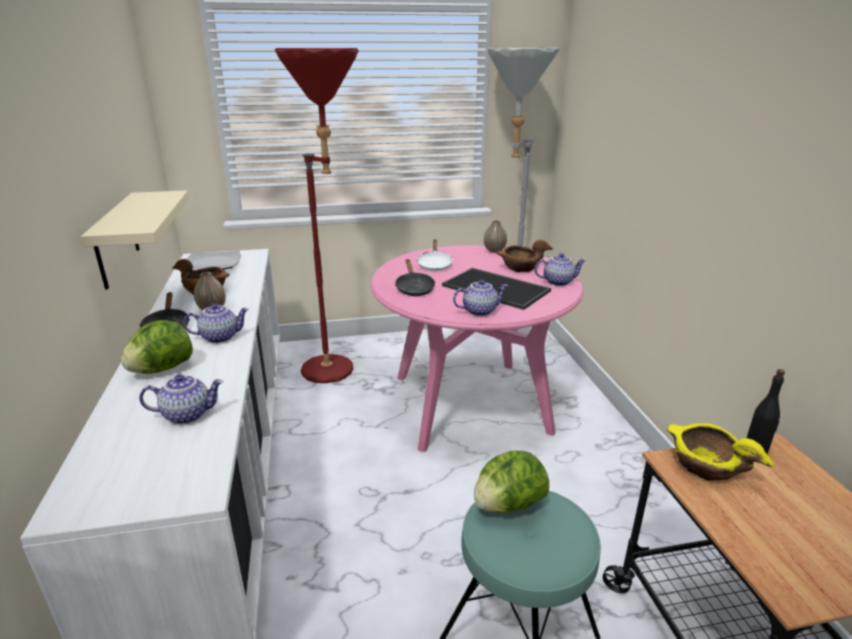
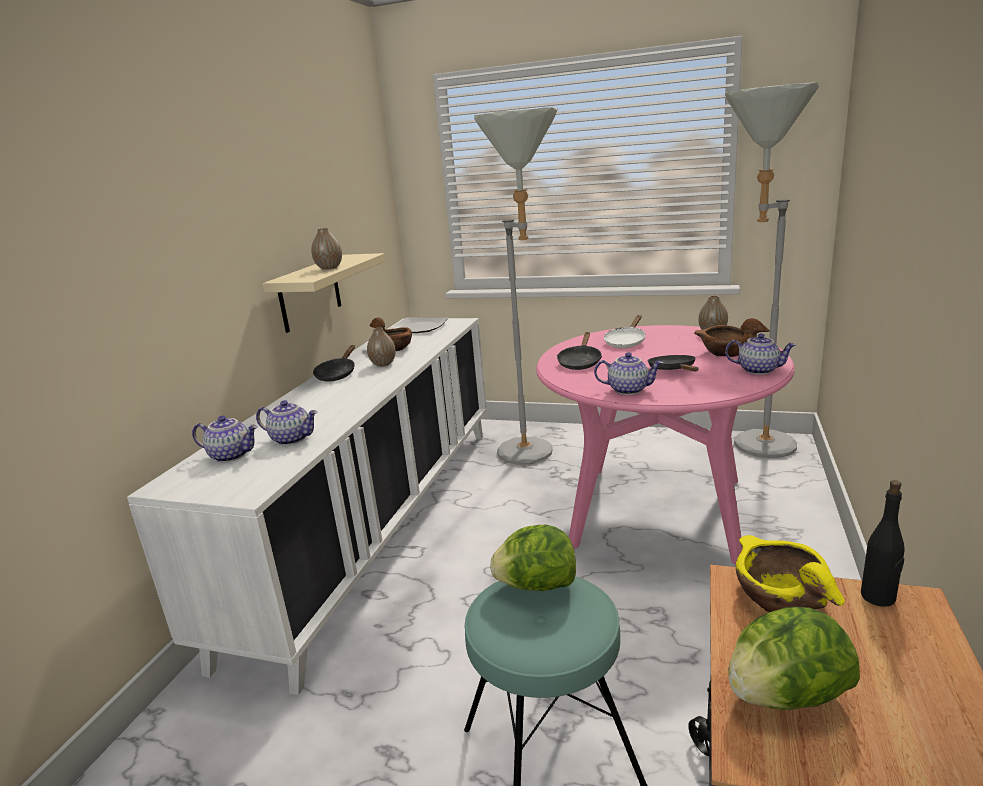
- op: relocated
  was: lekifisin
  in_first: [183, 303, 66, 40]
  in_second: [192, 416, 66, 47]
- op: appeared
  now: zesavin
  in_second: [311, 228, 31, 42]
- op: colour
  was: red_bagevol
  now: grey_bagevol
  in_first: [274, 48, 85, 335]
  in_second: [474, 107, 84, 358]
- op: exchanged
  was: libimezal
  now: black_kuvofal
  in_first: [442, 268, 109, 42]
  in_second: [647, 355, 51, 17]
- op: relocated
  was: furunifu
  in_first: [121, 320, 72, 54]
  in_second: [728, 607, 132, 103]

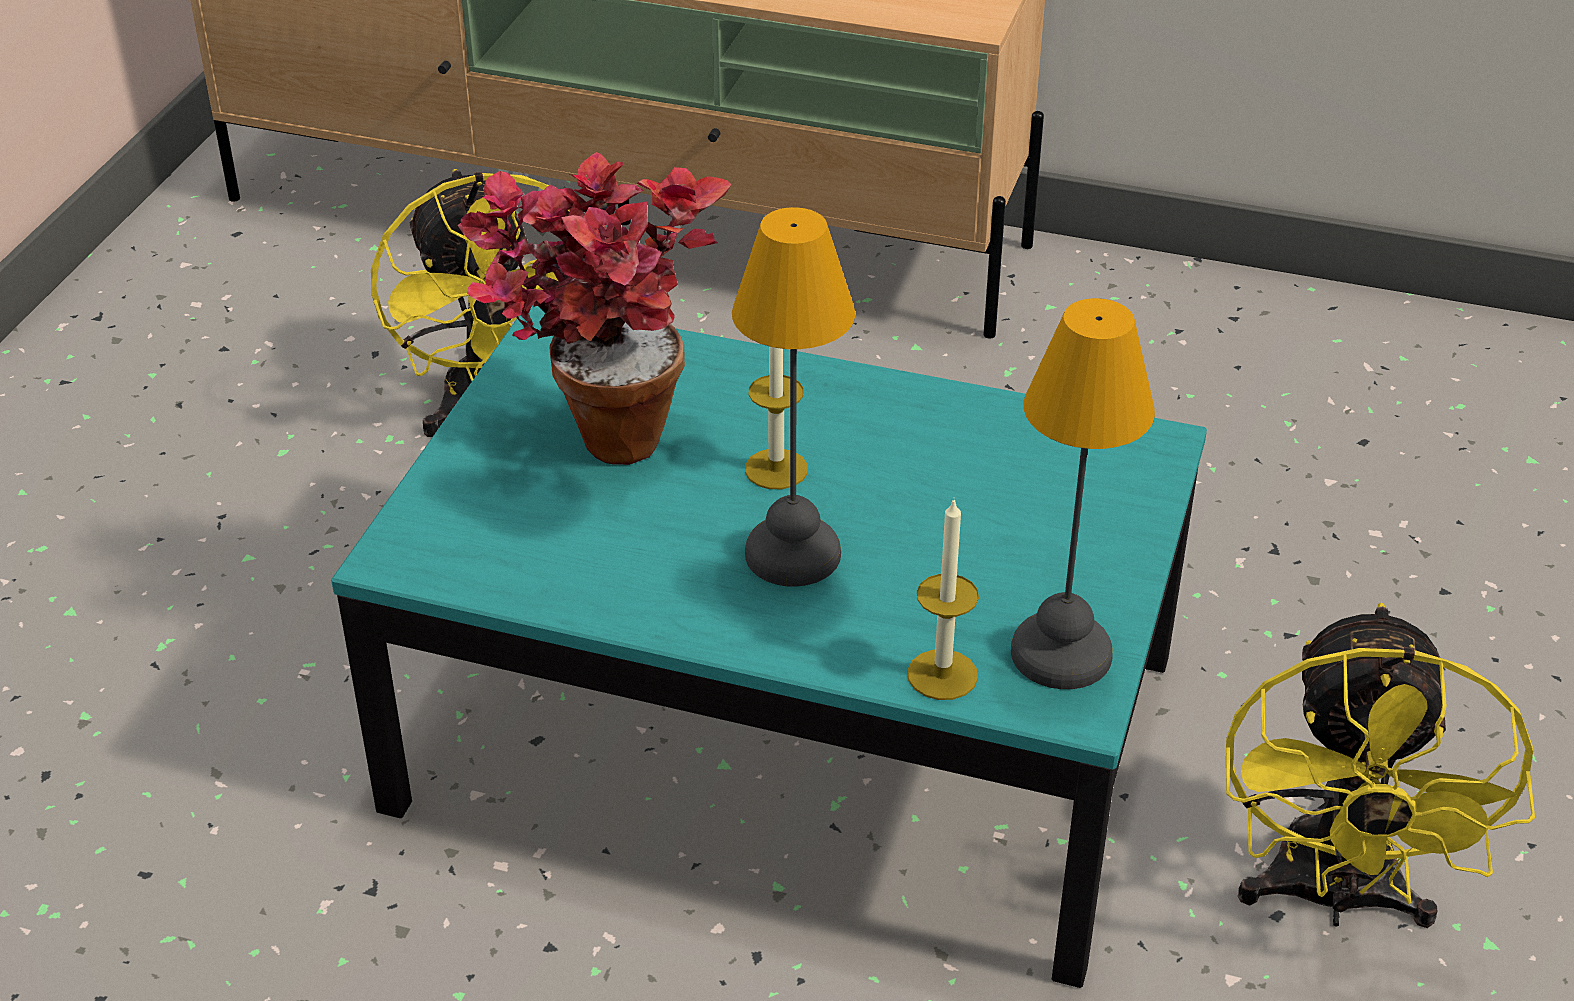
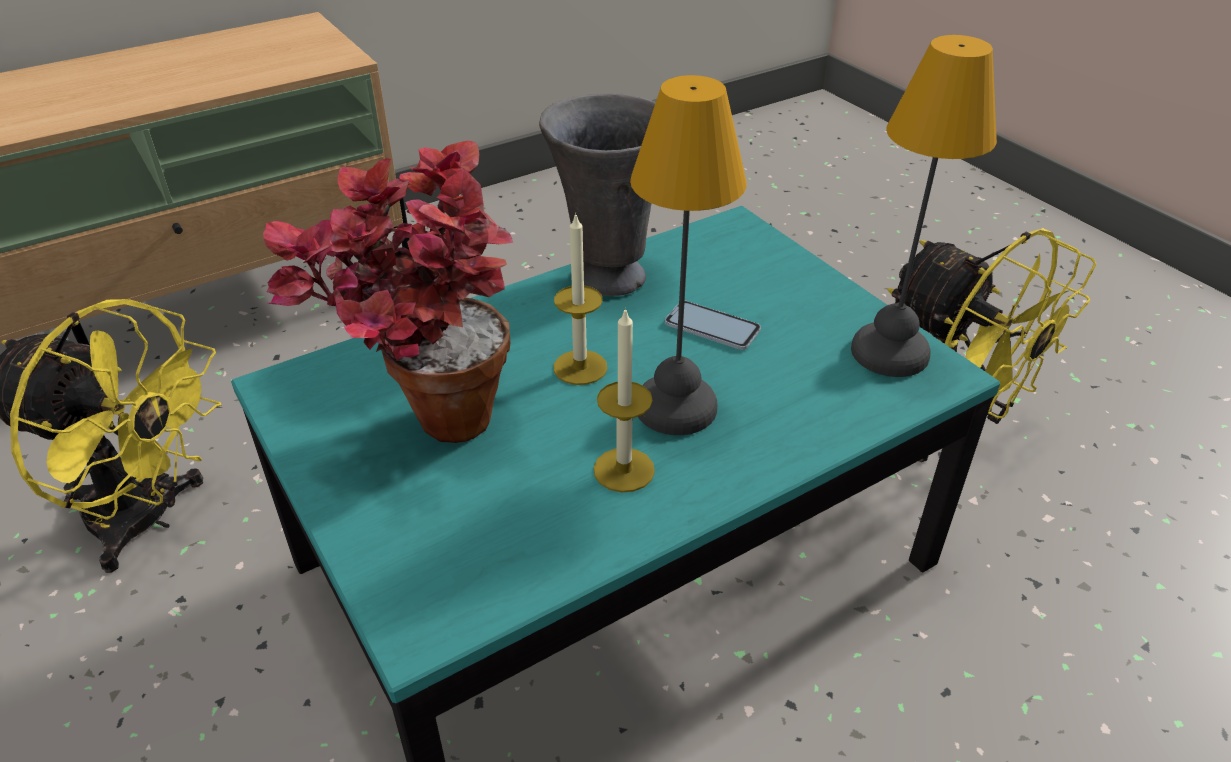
- op: appeared
  now: grey_zesavin
  in_second: [539, 93, 117, 203]
- op: relocated
  was: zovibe
  in_first: [907, 497, 72, 203]
  in_second: [593, 307, 62, 185]
- op: appeared
  now: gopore
  in_second: [665, 301, 96, 49]

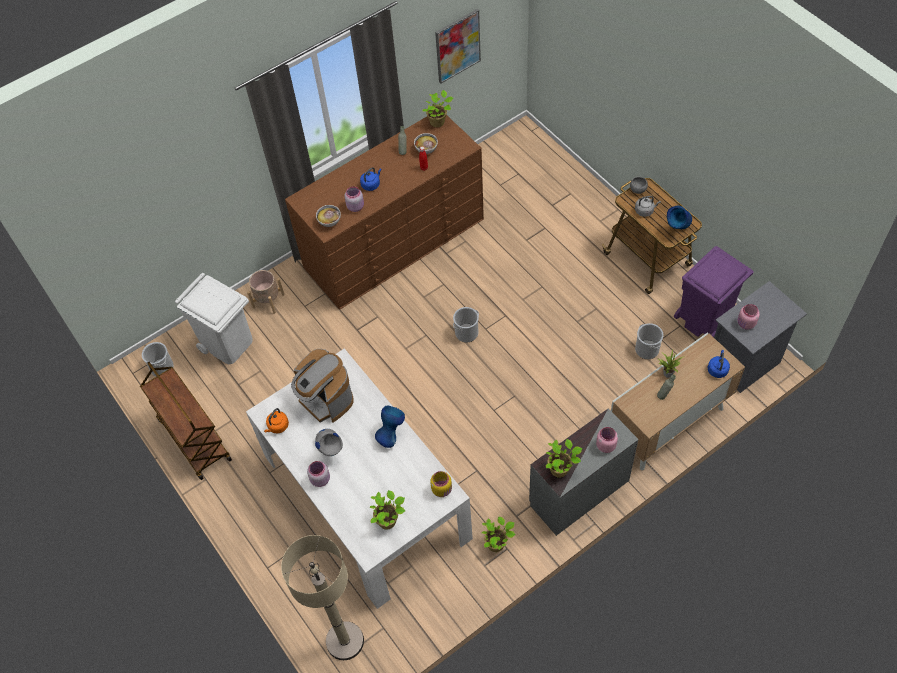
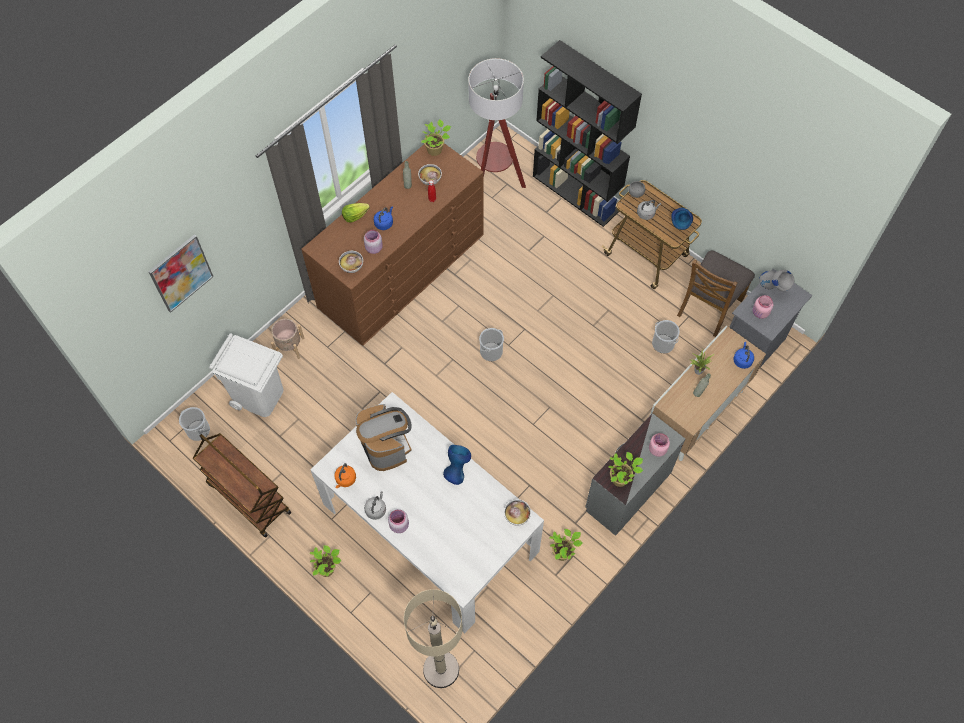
- op: relocated
  was: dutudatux
  in_first: [435, 9, 46, 75]
  in_second: [148, 234, 66, 79]
- op: relocated
  was: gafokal
  in_first: [370, 490, 35, 40]
  in_second: [309, 545, 33, 32]
- op: appeared
  now: furunifu
  in_second: [342, 203, 28, 20]
- op: spun
  was: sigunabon
  in_first: [291, 349, 63, 74]
  in_second: [355, 404, 57, 67]
  clockwise: -150
- op: appeared
  now: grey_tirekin
  in_second: [364, 491, 22, 29]
- op: appeared
  now: bagevol
  in_second: [468, 58, 58, 130]
- op: exchanged
  was: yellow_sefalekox
  now: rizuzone
  in_first: [430, 471, 22, 26]
  in_second: [504, 499, 27, 27]
- op: appeared
  now: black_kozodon
  in_second: [533, 40, 109, 187]
- op: exchanged
  was: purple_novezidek
  now: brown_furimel
  in_first: [674, 246, 80, 91]
  in_second: [677, 251, 78, 86]
- op: relocated
  was: grey_zesavin
  in_first: [315, 429, 28, 27]
  in_second: [759, 270, 35, 21]

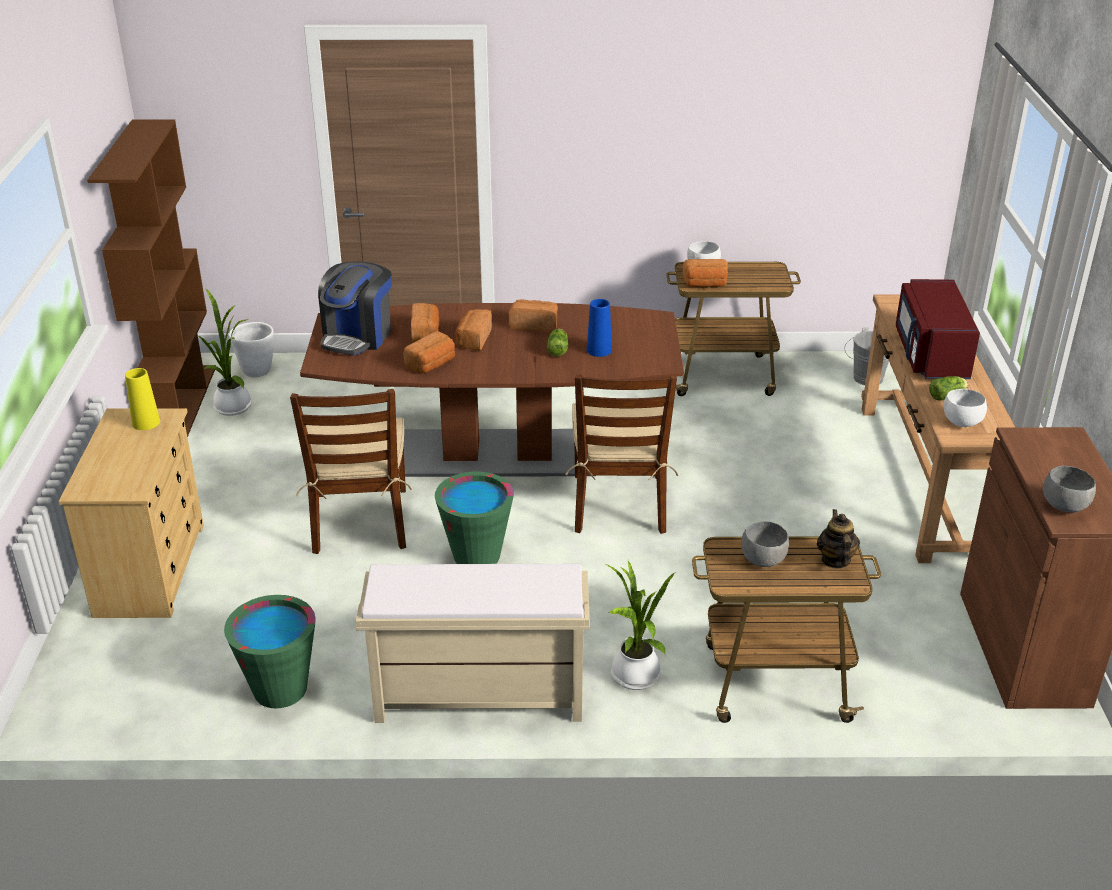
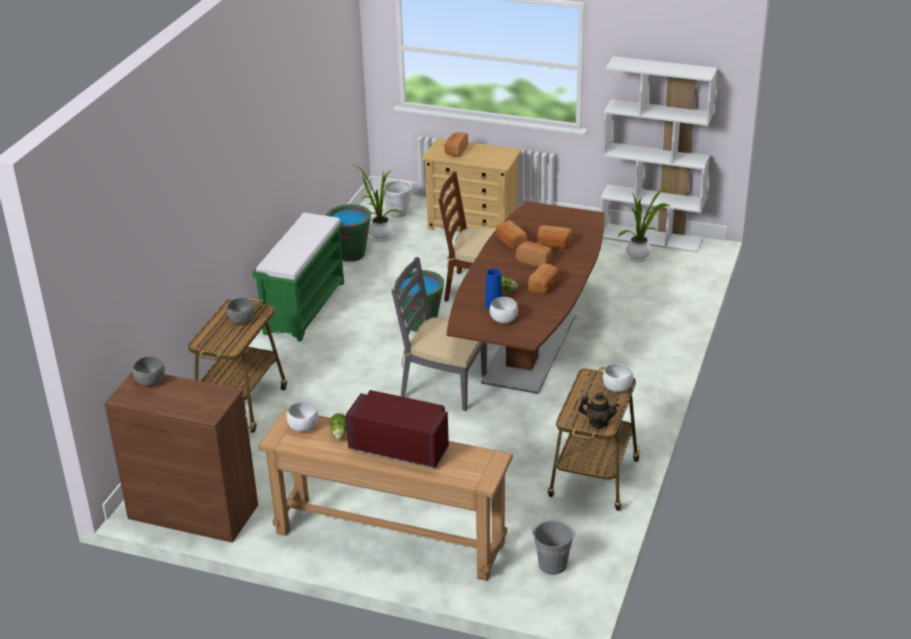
- op: colour
  was: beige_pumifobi
  now: green_pumifobi
  in_first: [356, 564, 234, 159]
  in_second: [252, 213, 92, 129]
- op: relocated
  was: gafokal
  in_first: [605, 561, 71, 129]
  in_second: [351, 164, 51, 77]
- op: relocated
  was: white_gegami
  in_first: [229, 322, 45, 56]
  in_second: [384, 180, 28, 38]
- op: colour
  was: brown_furimel
  now: grey_furimel
  in_first: [565, 374, 114, 160]
  in_second: [392, 257, 95, 154]
- op: relocated
  was: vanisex
  in_first: [683, 259, 45, 28]
  in_second: [444, 132, 24, 25]
- op: appeared
  now: white_rizuzone
  in_second: [490, 297, 28, 27]
- op: relocated
  was: lekifisin
  in_first: [817, 509, 43, 59]
  in_second: [578, 393, 42, 35]
- op: colour
  was: brown_kozodon
  now: white_kozodon
  in_first: [87, 119, 129, 318]
  in_second: [600, 56, 117, 197]
- op: missing
  was: yellow_zesavin
  in_first: [125, 368, 35, 62]
- op: missing
  was: sigunabon
  in_first: [318, 262, 74, 93]

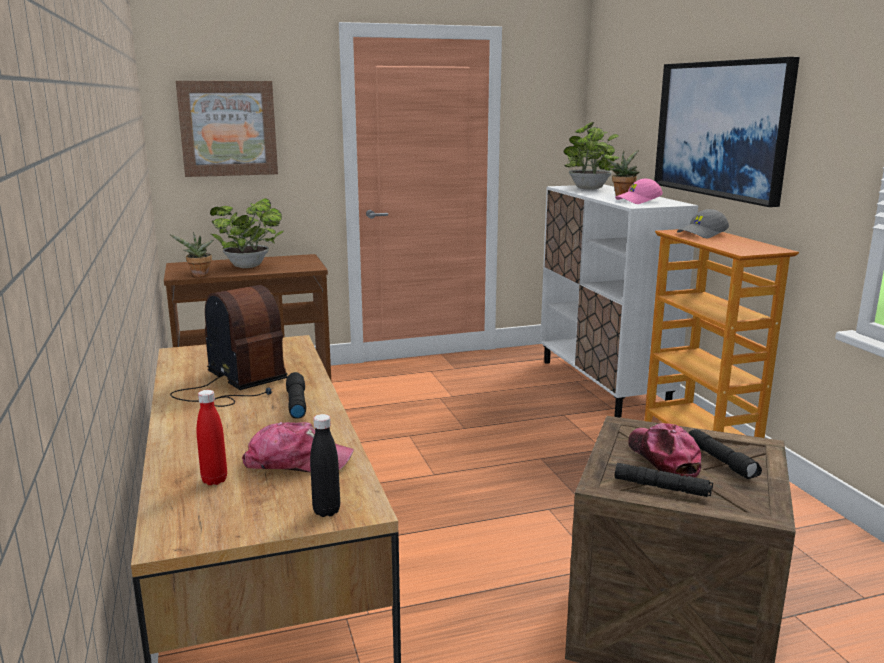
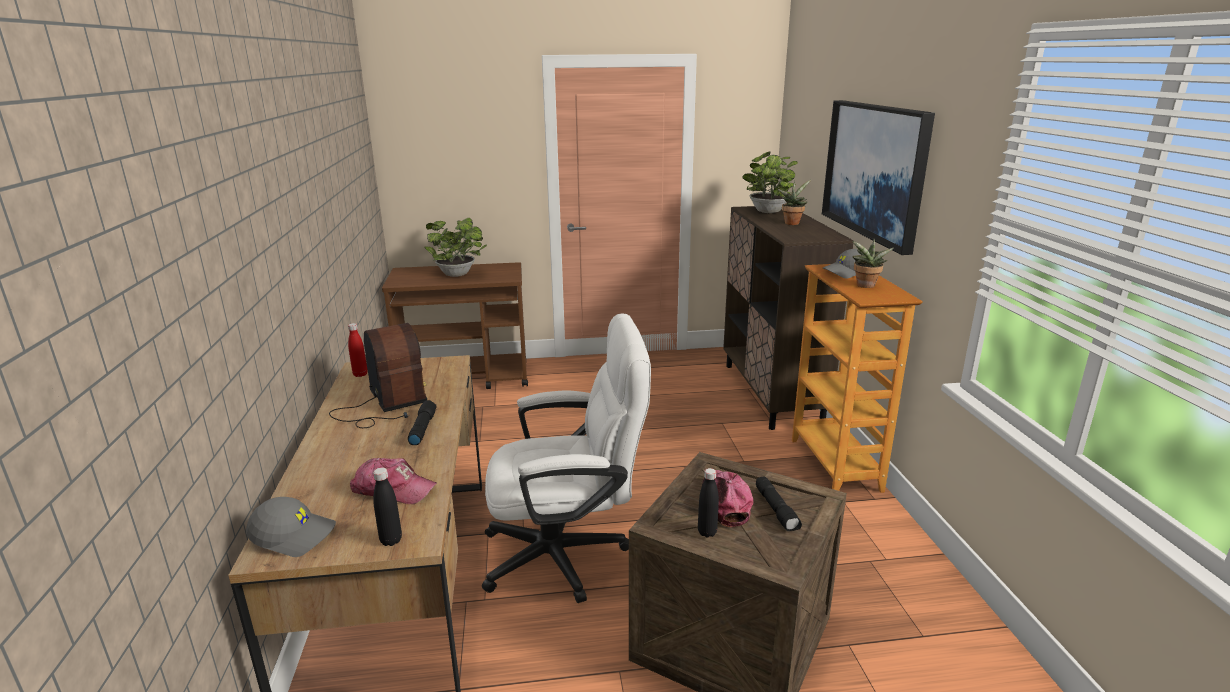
- op: appeared
  now: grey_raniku
  in_second: [246, 497, 90, 60]
- op: relocated
  was: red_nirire
  in_first: [197, 390, 30, 95]
  in_second: [348, 323, 19, 54]
- op: appeared
  now: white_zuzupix
  in_second: [482, 313, 169, 290]
- op: exchanged
  was: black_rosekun
  now: black_nirire
  in_first: [615, 463, 98, 34]
  in_second: [698, 468, 21, 70]
- op: colour
  was: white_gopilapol
  now: brown_gopilapol
  in_first: [540, 185, 158, 233]
  in_second: [723, 206, 131, 224]
- op: relocated
  was: gafokal
  in_first: [169, 232, 45, 45]
  in_second: [852, 238, 42, 50]
- op: missing
  was: dutudatux
  in_first: [176, 81, 102, 96]
- op: missing
  was: pink_raniku
  in_first: [615, 179, 48, 25]

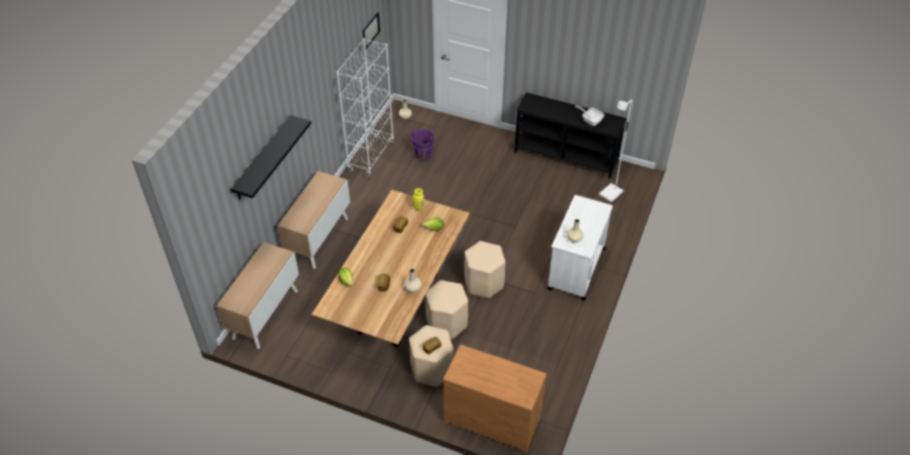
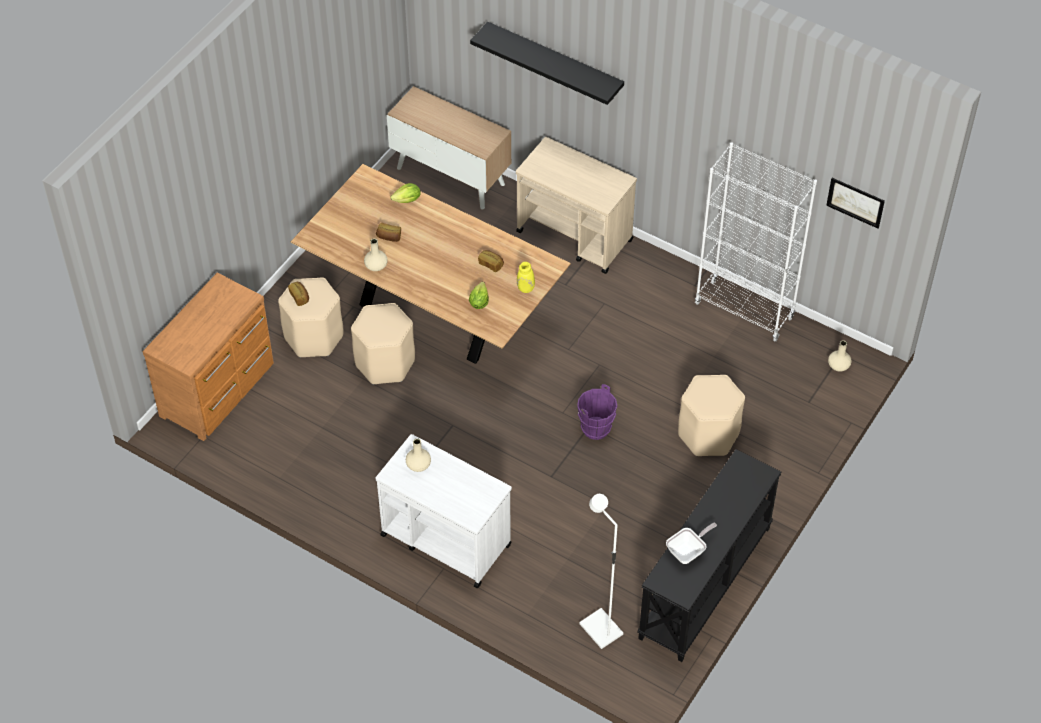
- op: exchanged
  was: gopilapol
  now: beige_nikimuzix
  in_first: [278, 171, 72, 98]
  in_second: [516, 137, 121, 137]
- op: relocated
  was: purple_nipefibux
  in_first: [411, 129, 24, 31]
  in_second: [577, 384, 40, 56]
- op: relocated
  was: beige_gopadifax
  in_first: [464, 241, 42, 57]
  in_second: [678, 375, 67, 81]

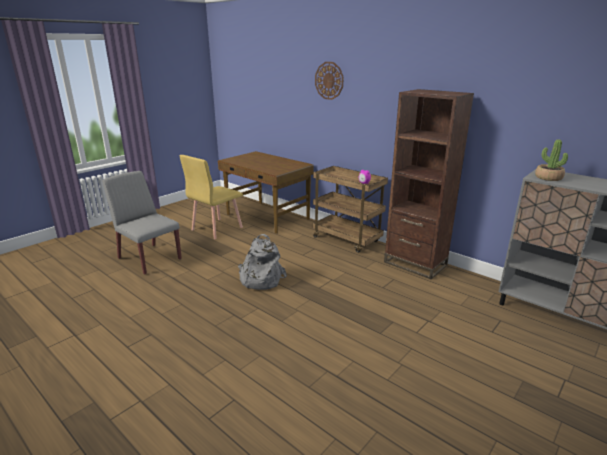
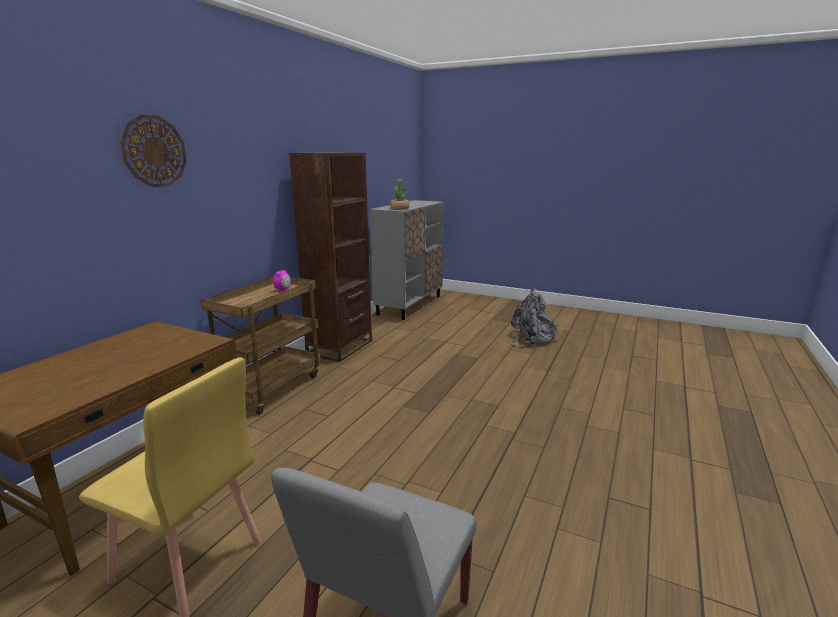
- op: relocated
  was: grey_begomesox
  in_first: [238, 234, 49, 56]
  in_second: [511, 288, 48, 60]

